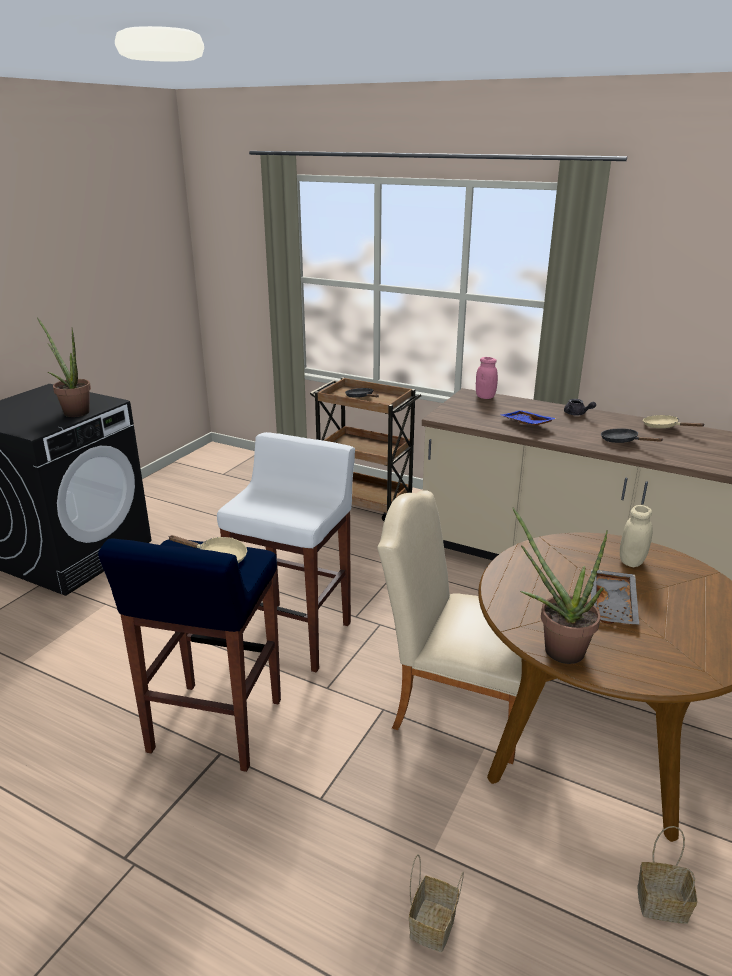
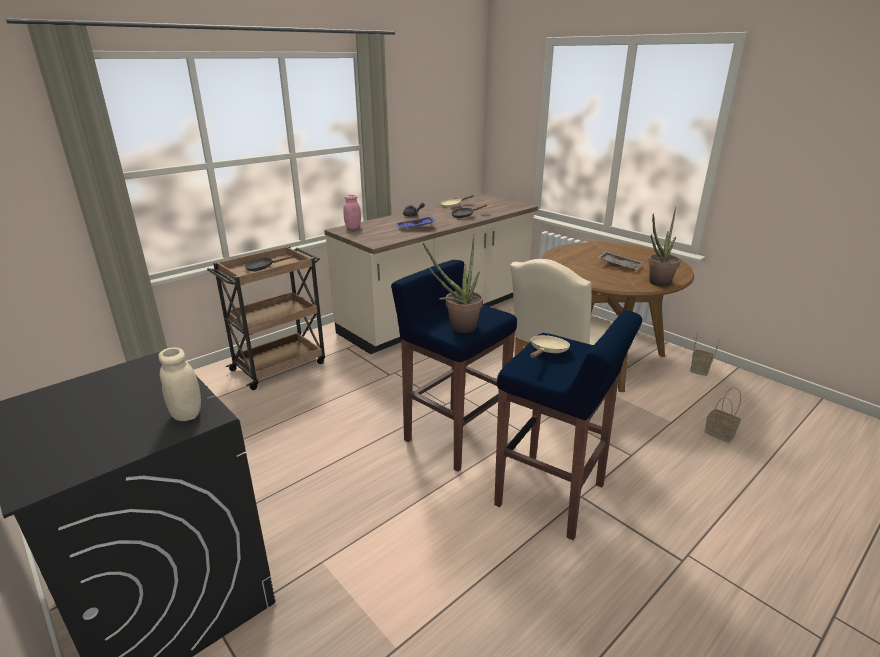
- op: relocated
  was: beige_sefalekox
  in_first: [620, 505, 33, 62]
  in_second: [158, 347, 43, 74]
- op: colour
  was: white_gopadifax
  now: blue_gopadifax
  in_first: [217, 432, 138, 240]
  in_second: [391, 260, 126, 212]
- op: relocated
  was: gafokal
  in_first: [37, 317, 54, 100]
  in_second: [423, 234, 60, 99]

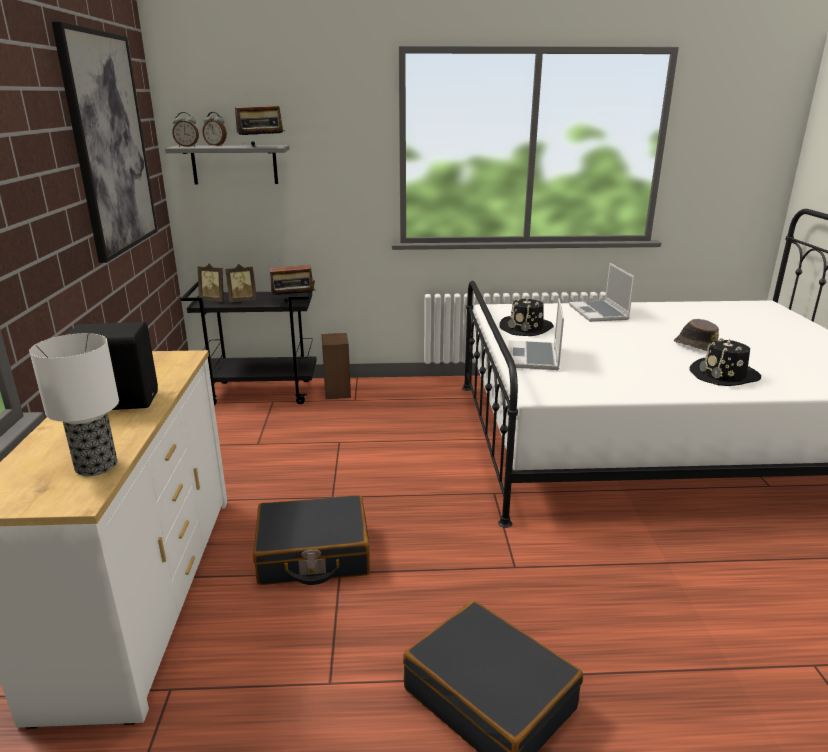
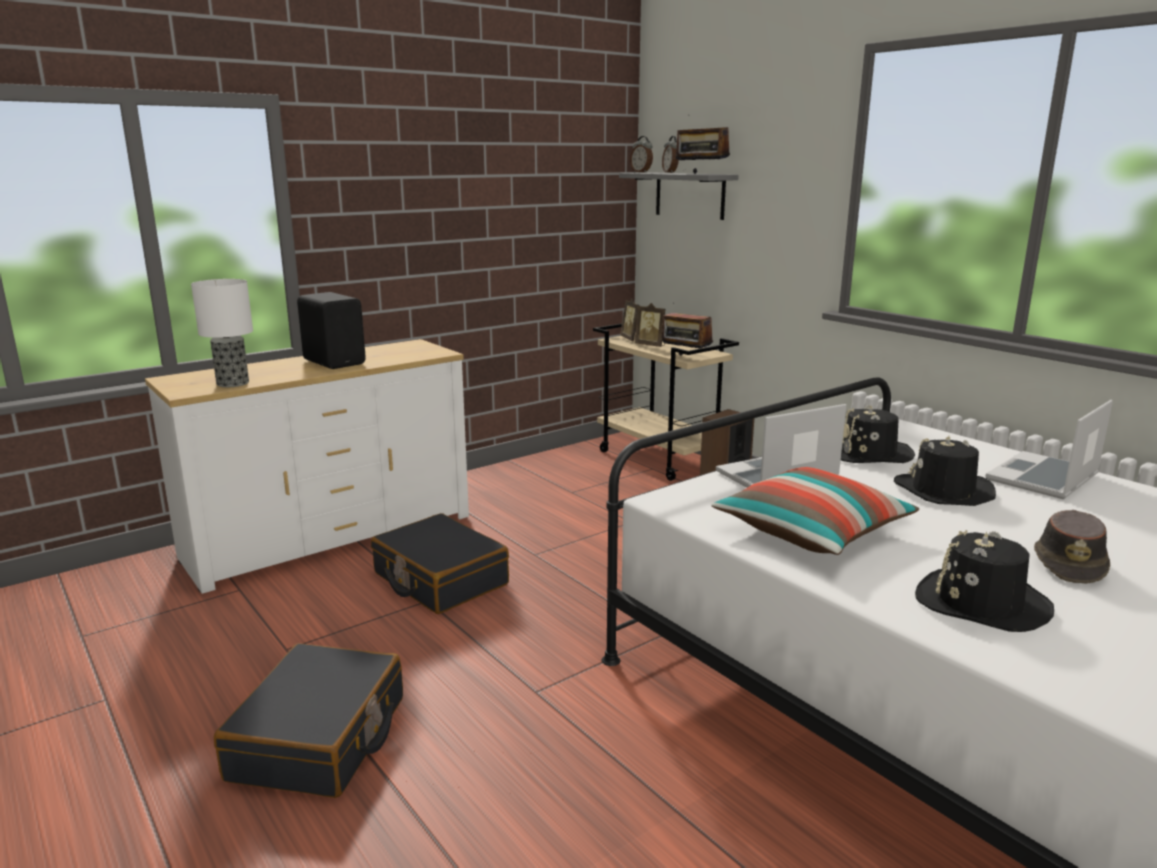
- op: colour
  was: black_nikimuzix
  now: beige_nikimuzix
  in_first: [181, 280, 136, 126]
  in_second: [593, 324, 146, 157]
- op: appeared
  now: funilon
  in_second: [712, 467, 207, 88]
- op: appeared
  now: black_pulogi
  in_second: [894, 436, 102, 70]
- op: missing
  was: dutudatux
  in_first: [51, 21, 107, 242]

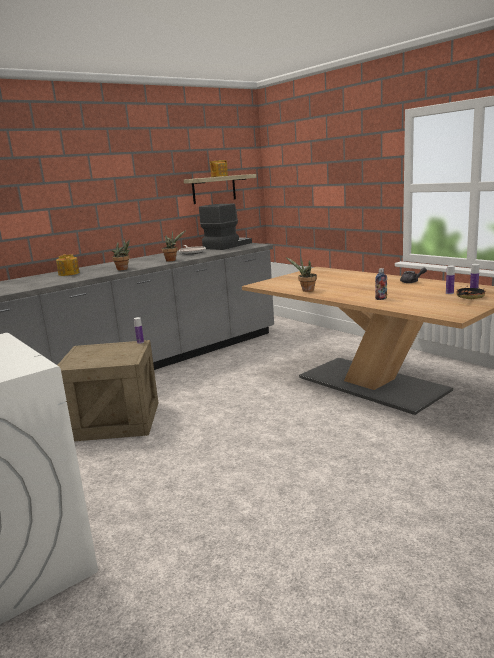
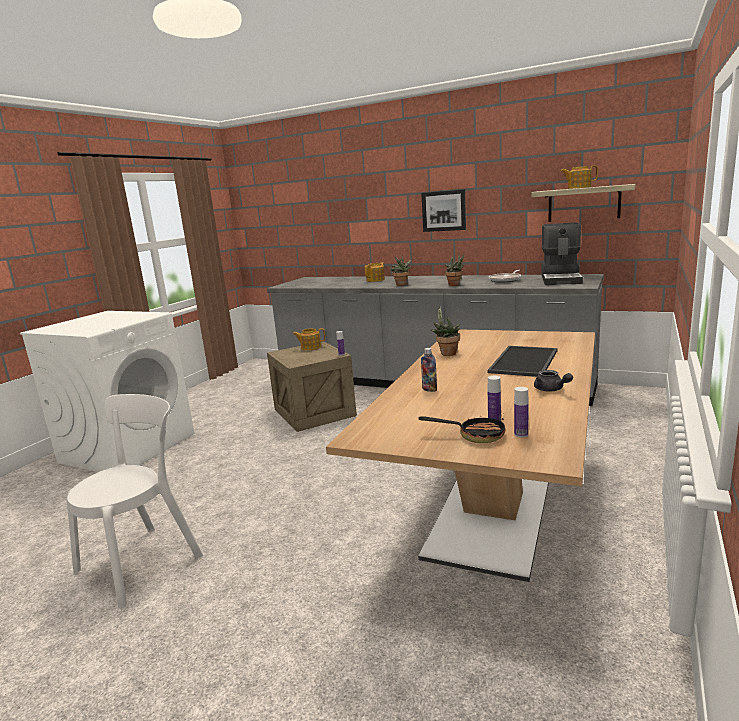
- op: appeared
  now: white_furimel
  in_second: [66, 394, 137, 214]
- op: appeared
  now: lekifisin
  in_second: [293, 328, 32, 22]
- op: appeared
  now: dutudatux
  in_second: [421, 189, 45, 43]
- op: appeared
  now: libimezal
  in_second: [488, 346, 70, 31]
- op: spun
  was: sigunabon
  in_first: [199, 204, 53, 46]
  in_second: [541, 222, 42, 63]
  clockwise: 90

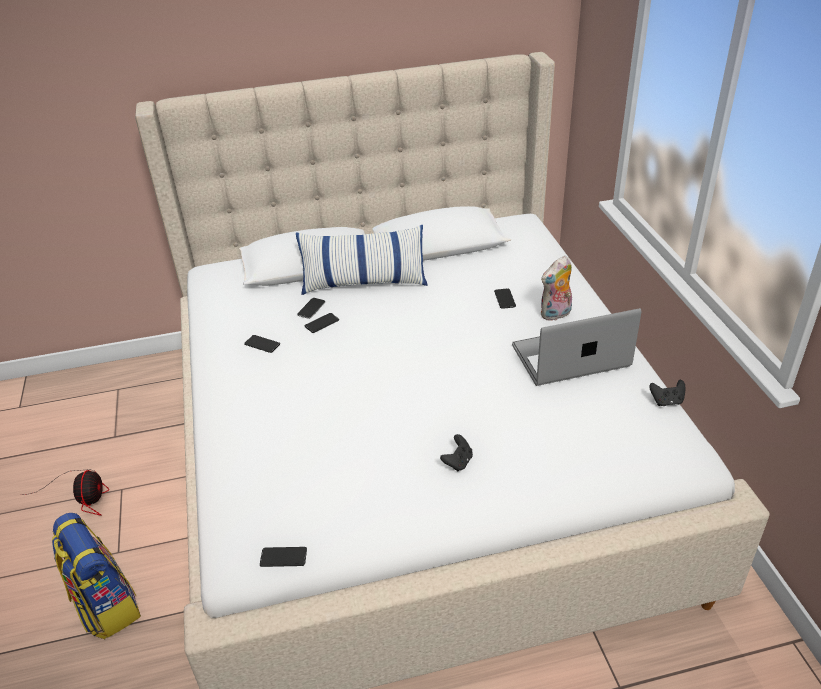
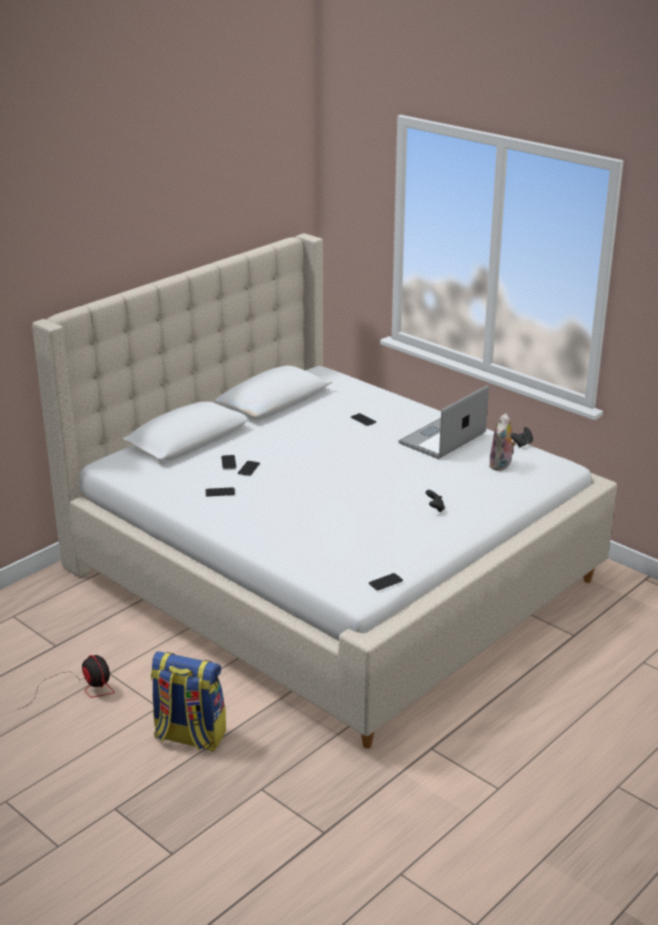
- op: relocated
  was: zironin
  in_first: [541, 256, 31, 65]
  in_second: [489, 413, 27, 58]
- op: missing
  was: funilon
  in_first: [296, 225, 131, 70]

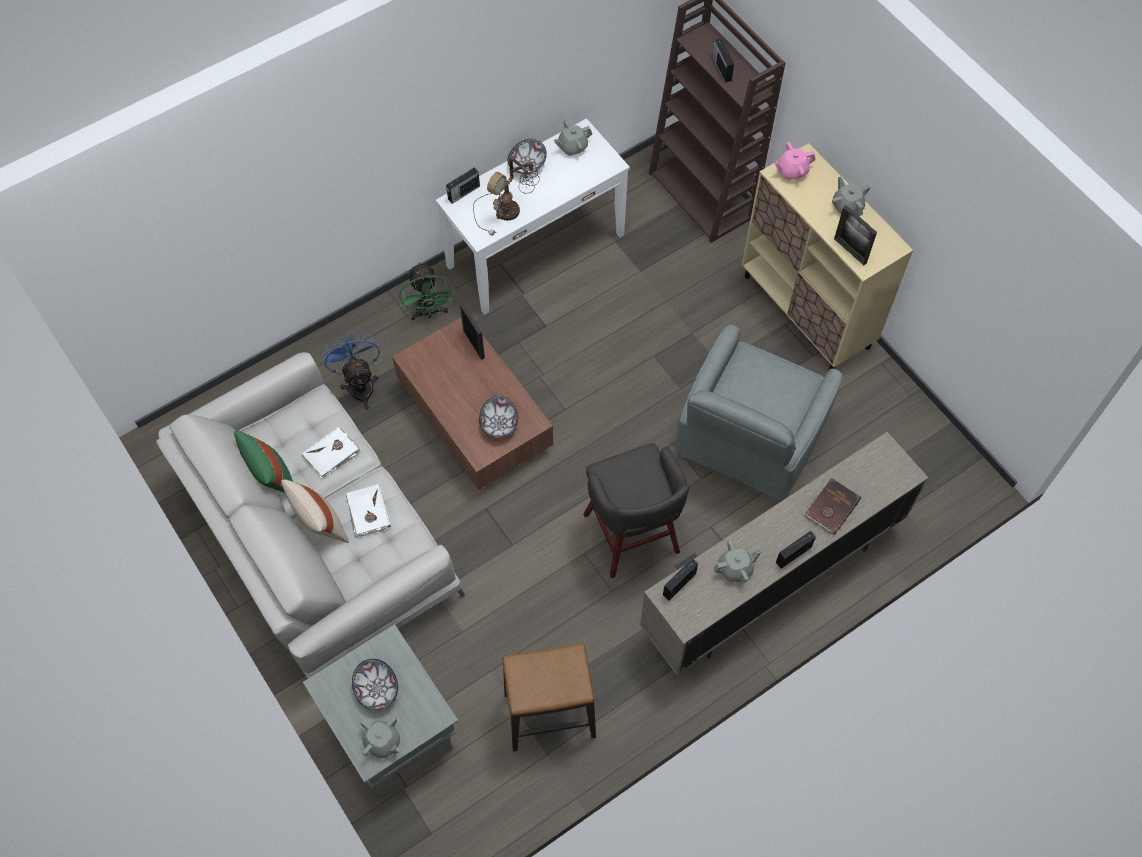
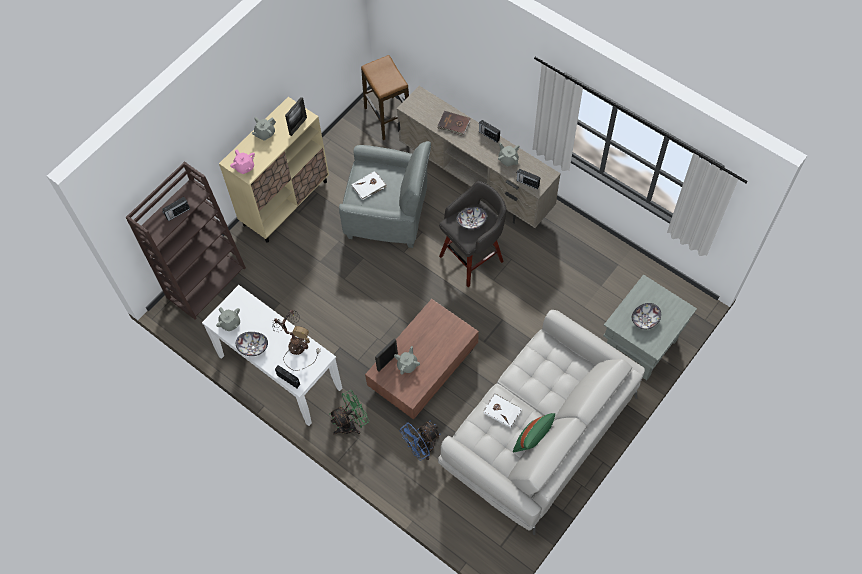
- op: relocated
  was: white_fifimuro
  in_first: [346, 484, 45, 53]
  in_second: [351, 171, 36, 29]
- op: relocated
  was: gopadifax
  in_first: [503, 643, 93, 109]
  in_second: [361, 55, 48, 85]
- op: relocated
  was: grey_lekifisin
  in_first: [361, 716, 40, 42]
  in_second: [394, 346, 26, 29]
- op: relocated
  was: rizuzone
  in_first: [479, 396, 39, 42]
  in_second: [457, 207, 30, 22]
- op: missing
  was: beige_funilon
  in_first: [281, 479, 68, 64]

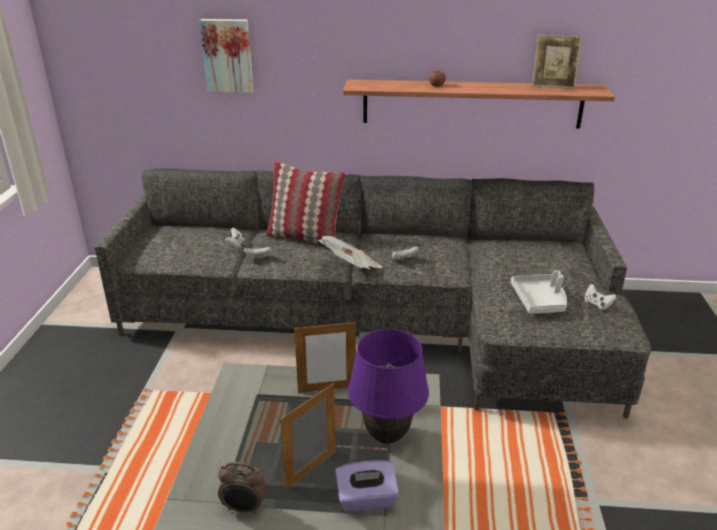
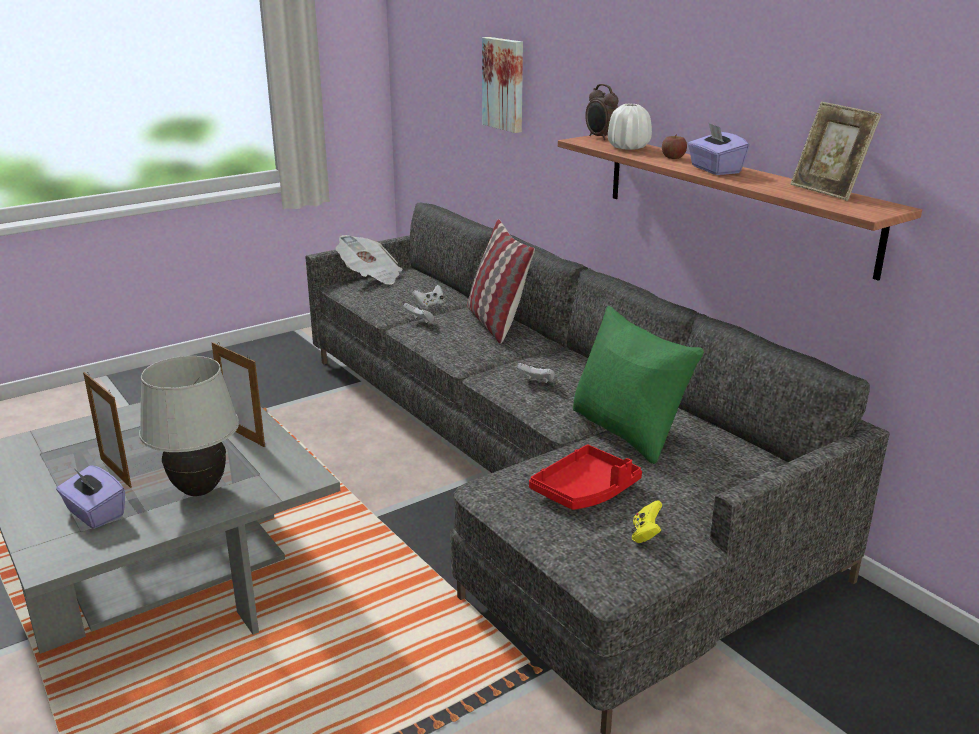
- op: spun
  was: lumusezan
  in_first: [280, 383, 56, 107]
  in_second: [83, 372, 49, 116]
  clockwise: -135
- op: colour
  was: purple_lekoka
  now: white_lekoka
  in_first: [348, 329, 81, 115]
  in_second: [139, 356, 100, 140]
- op: relocated
  was: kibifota
  in_first: [318, 236, 65, 33]
  in_second: [336, 235, 67, 50]
- op: colour
  was: grey_libimezal
  now: red_libimezal
  in_first: [511, 271, 56, 43]
  in_second: [529, 445, 113, 65]
- op: appeared
  now: green_funilon
  in_second: [573, 306, 131, 158]
- op: relocated
  was: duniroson
  in_first: [218, 462, 48, 52]
  in_second: [585, 84, 34, 56]
- op: appeared
  now: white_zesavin
  in_second: [608, 104, 44, 46]
- op: colour
  was: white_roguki
  now: yellow_roguki
  in_first: [584, 284, 32, 26]
  in_second: [631, 501, 31, 42]
- op: appeared
  now: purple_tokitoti
  in_second: [688, 122, 61, 53]

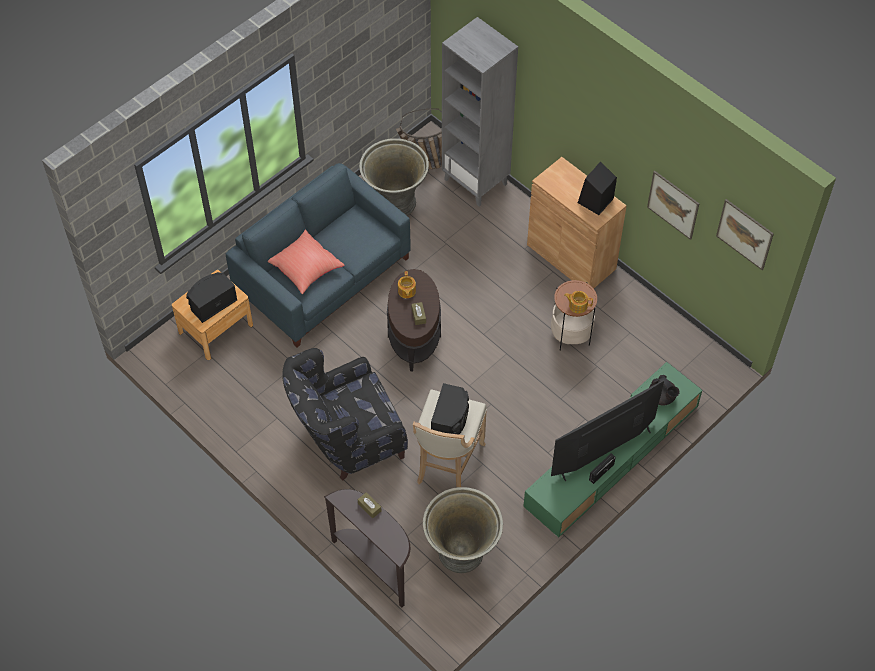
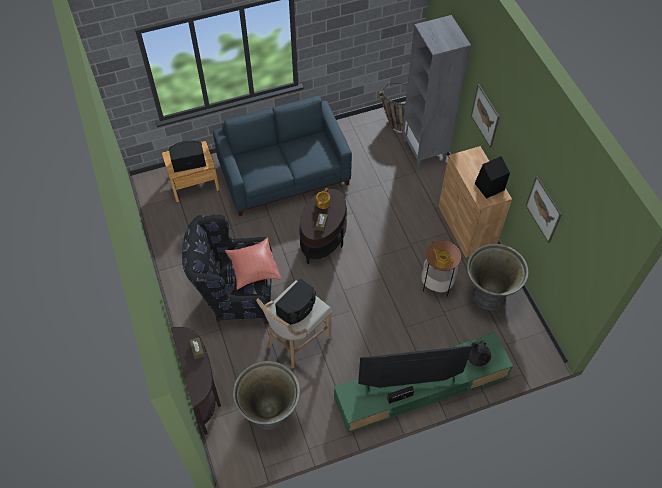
- op: relocated
  was: red_funilon
  in_first: [268, 230, 76, 64]
  in_second: [225, 238, 57, 52]
- op: relocated
  was: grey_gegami
  in_first: [359, 138, 70, 78]
  in_second: [467, 244, 62, 66]
- op: relocated
  was: dutudatux
  in_first: [716, 199, 58, 71]
  in_second: [471, 84, 29, 64]

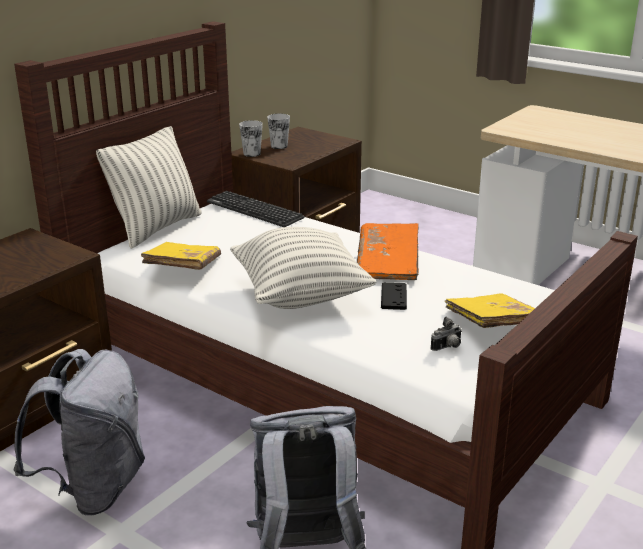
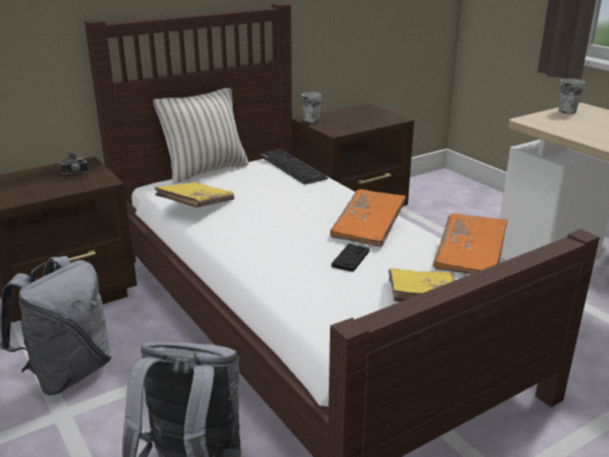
- op: relocated
  was: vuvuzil
  in_first: [431, 317, 31, 34]
  in_second: [60, 151, 29, 23]
- op: appeared
  now: orange_fifimuro
  in_second: [433, 213, 74, 61]
- op: relocated
  was: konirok
  in_first: [267, 114, 23, 35]
  in_second: [559, 78, 26, 36]
- op: missing
  was: funilon
  in_first: [230, 227, 146, 82]

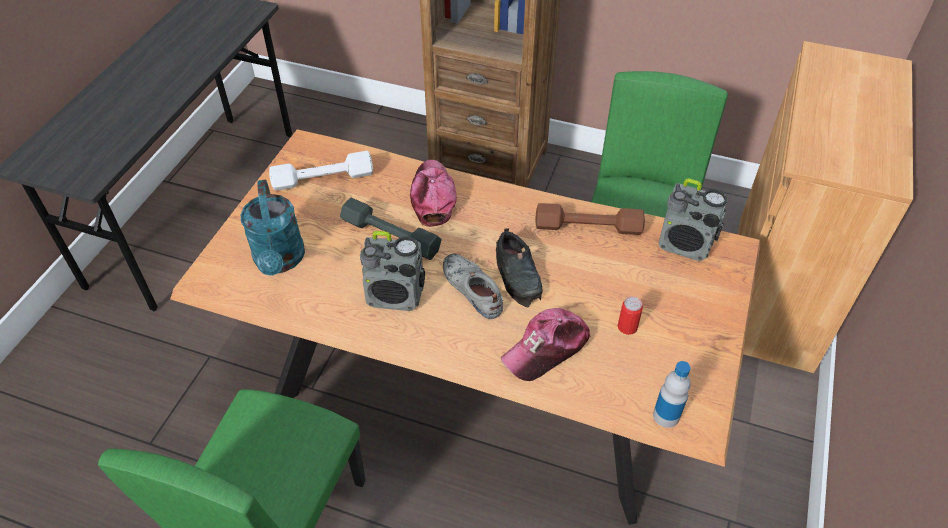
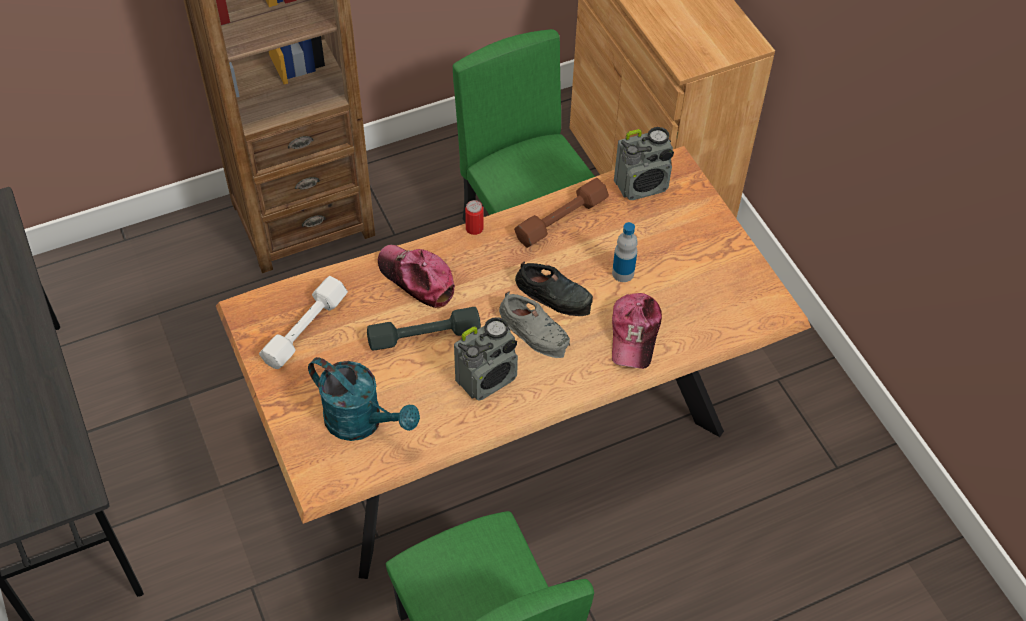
- op: relocated
  was: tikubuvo
  in_first: [618, 296, 25, 39]
  in_second: [465, 200, 19, 35]
- op: spun
  was: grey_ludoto
  in_first: [443, 254, 60, 65]
  in_second: [499, 291, 71, 67]
  clockwise: -150
- op: relocated
  was: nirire
  in_first: [653, 361, 38, 67]
  in_second: [612, 222, 26, 60]

